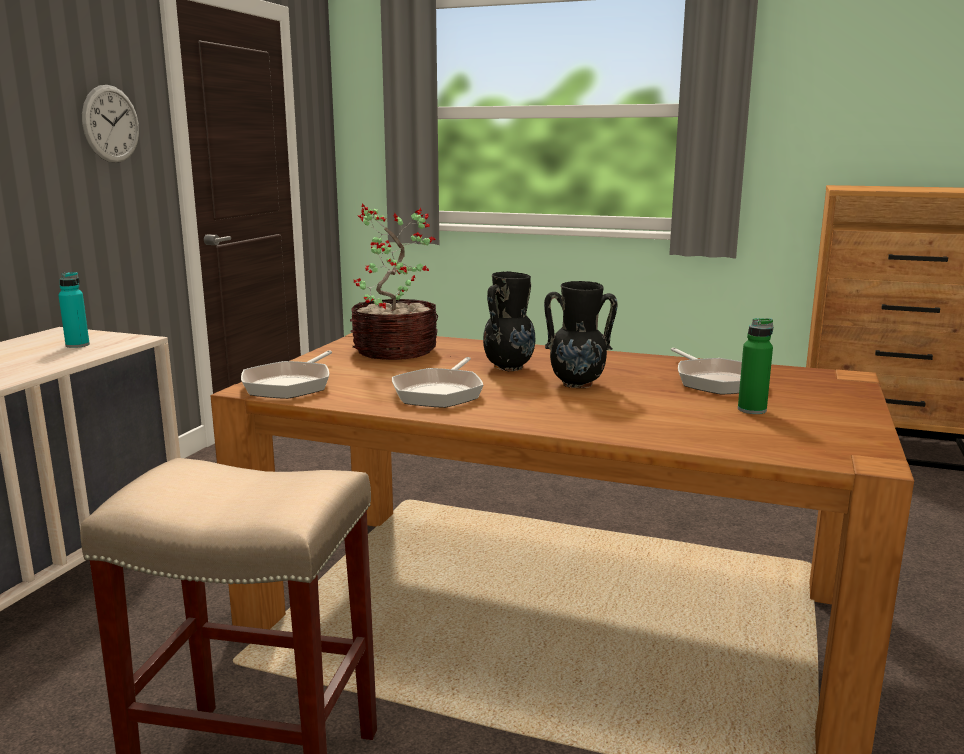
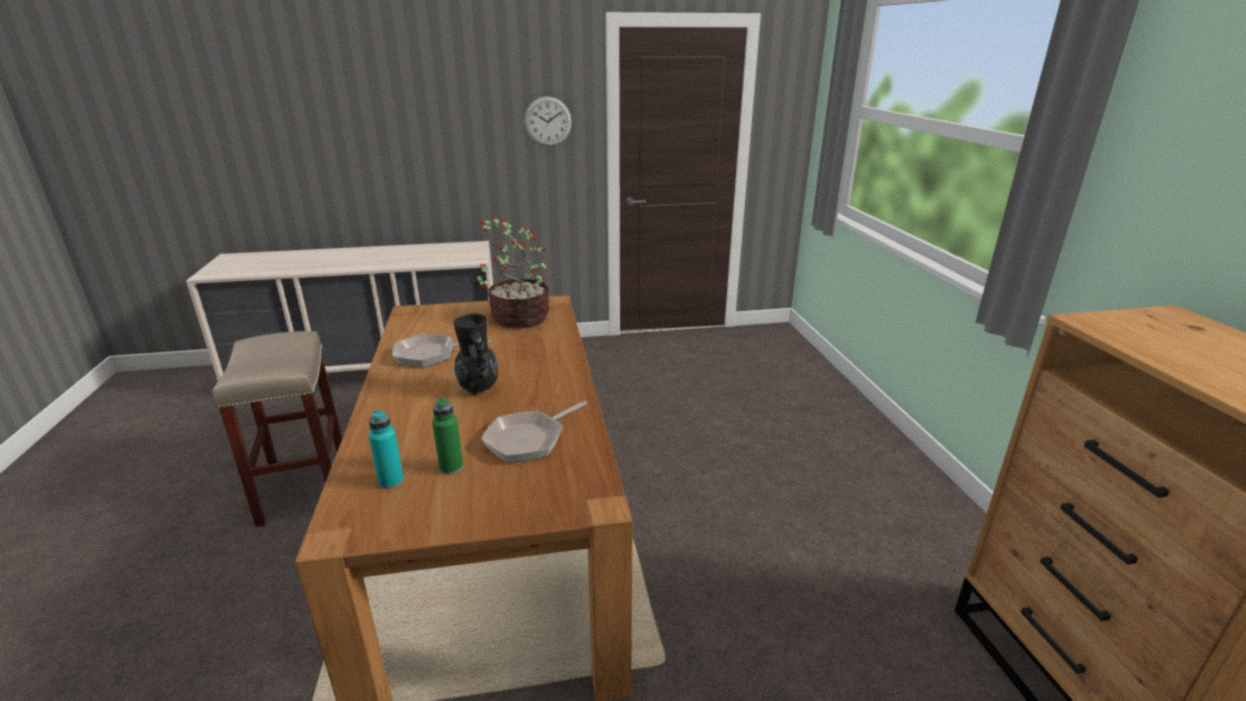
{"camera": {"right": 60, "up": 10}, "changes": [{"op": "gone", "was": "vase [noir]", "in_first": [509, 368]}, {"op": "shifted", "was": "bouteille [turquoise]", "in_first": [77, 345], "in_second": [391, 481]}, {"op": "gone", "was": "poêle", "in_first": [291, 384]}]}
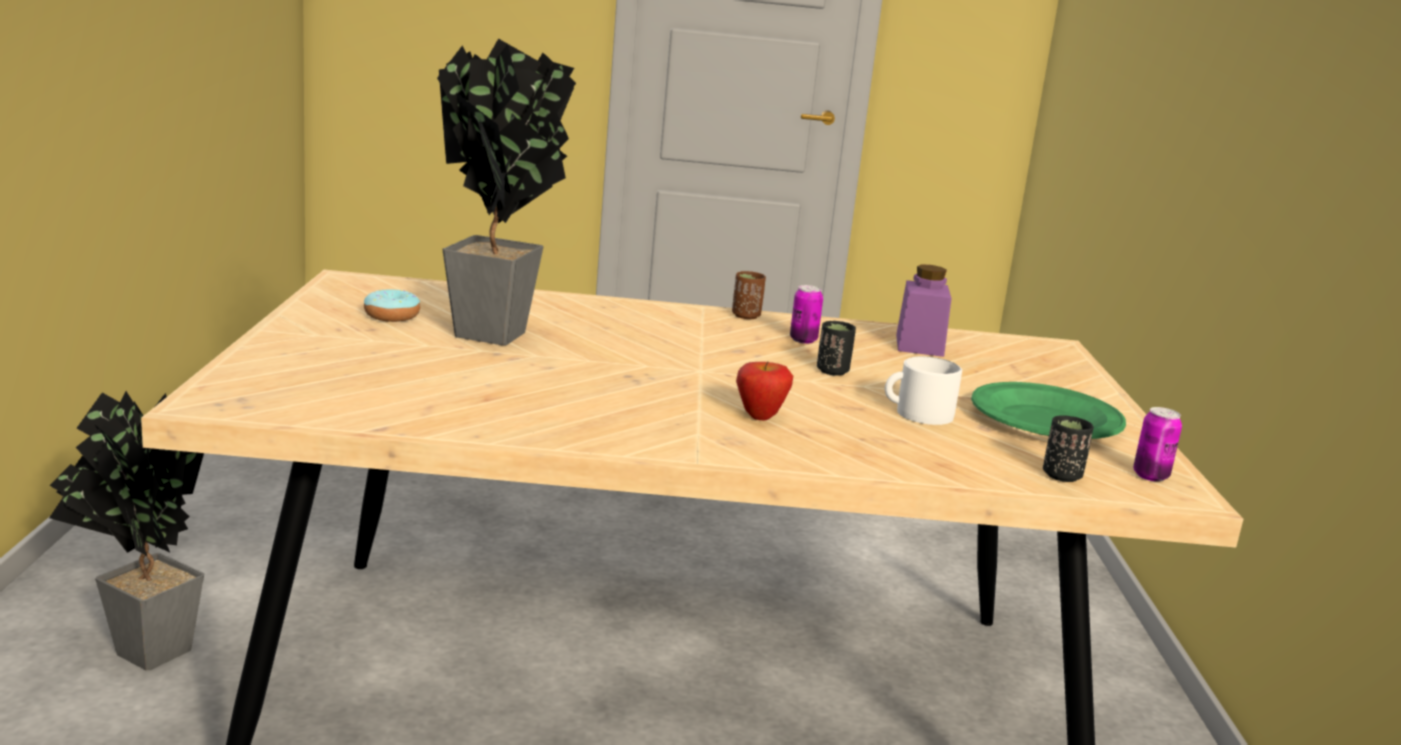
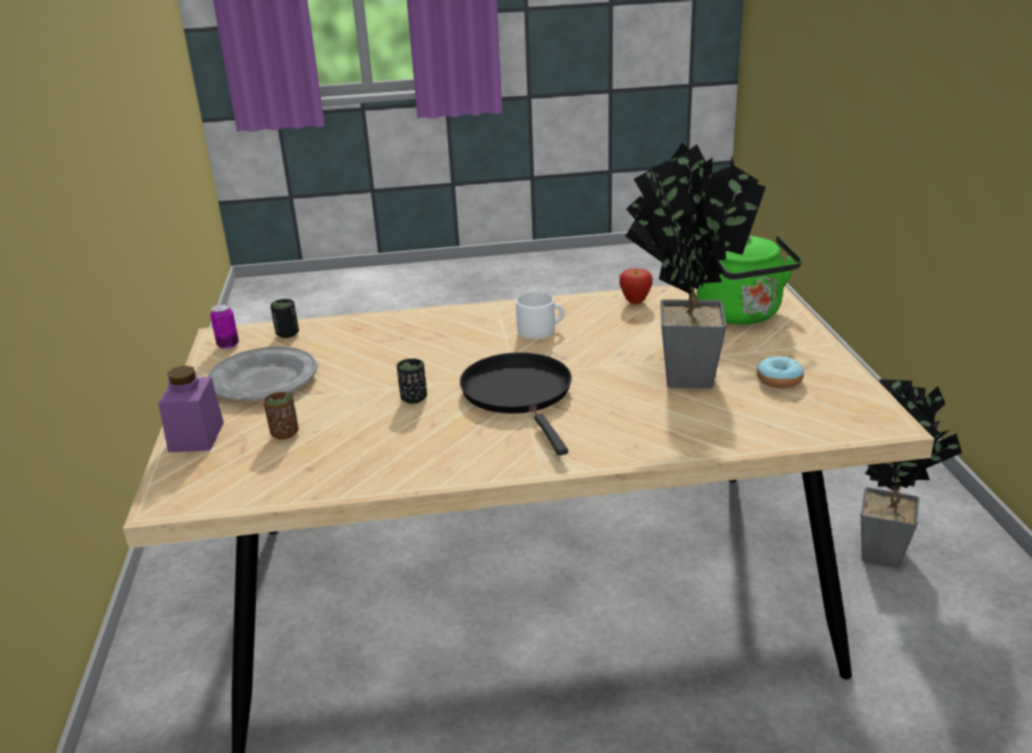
{"camera": {"right": 175, "up": 10}, "changes": [{"op": "shifted", "was": "bocal [violet]", "in_first": [919, 345], "in_second": [196, 437]}, {"op": "shifted", "was": "tasse [marron]", "in_first": [746, 316], "in_second": [284, 433]}, {"op": "gone", "was": "boîte métallique", "in_first": [803, 340]}, {"op": "shifted", "was": "mug [blanc]", "in_first": [917, 413], "in_second": [541, 330]}, {"op": "shifted", "was": "pomme", "in_first": [760, 417], "in_second": [635, 302]}, {"op": "repainted", "was": "assiette [vert]", "now": "assiette [gris]", "in_first": [1045, 420], "in_second": [263, 380]}, {"op": "new", "now": "bouilloire [vert]", "in_second": [742, 315]}, {"op": "new", "now": "poêle [noir]", "in_second": [519, 394]}]}
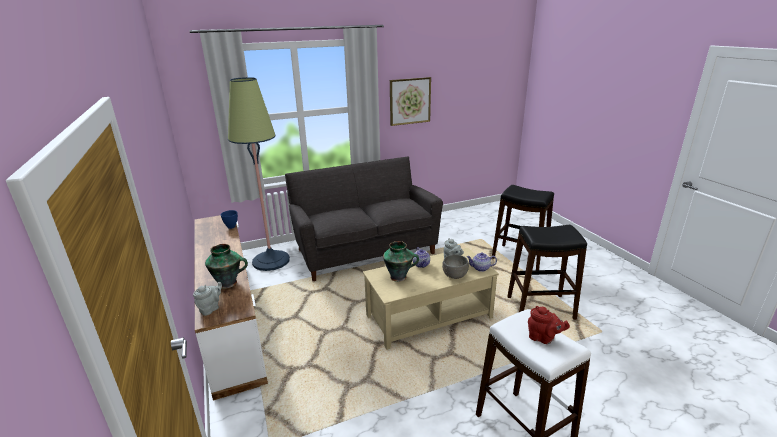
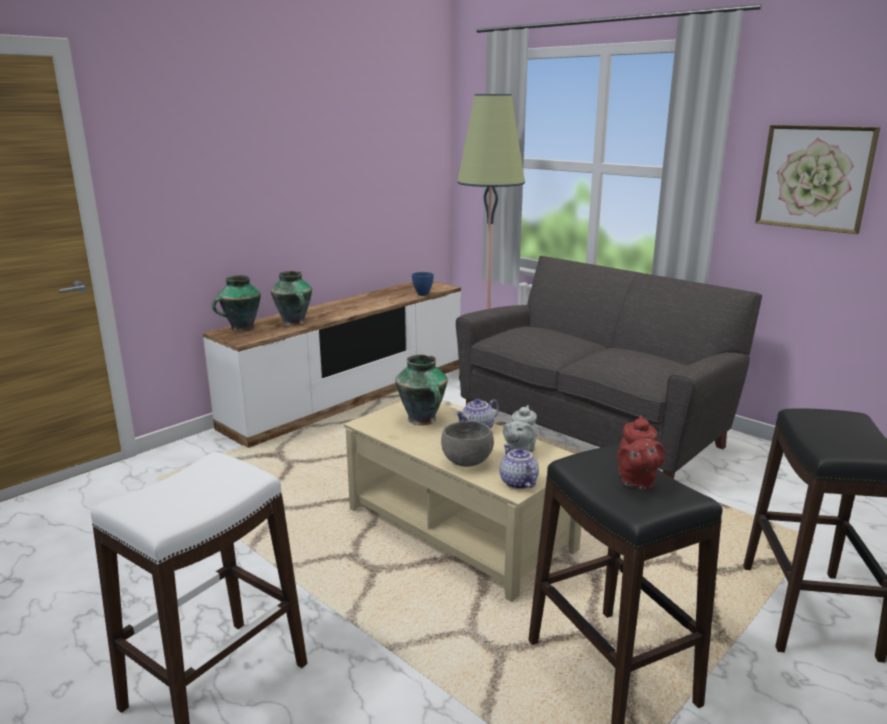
{"camera": {"right": 65, "up": -5}, "changes": [{"op": "swapped", "was": "théière [gris]", "now": "vase", "in_first": [210, 309], "in_second": [241, 328]}, {"op": "shifted", "was": "théière [rouge]", "in_first": [543, 338], "in_second": [636, 481]}]}
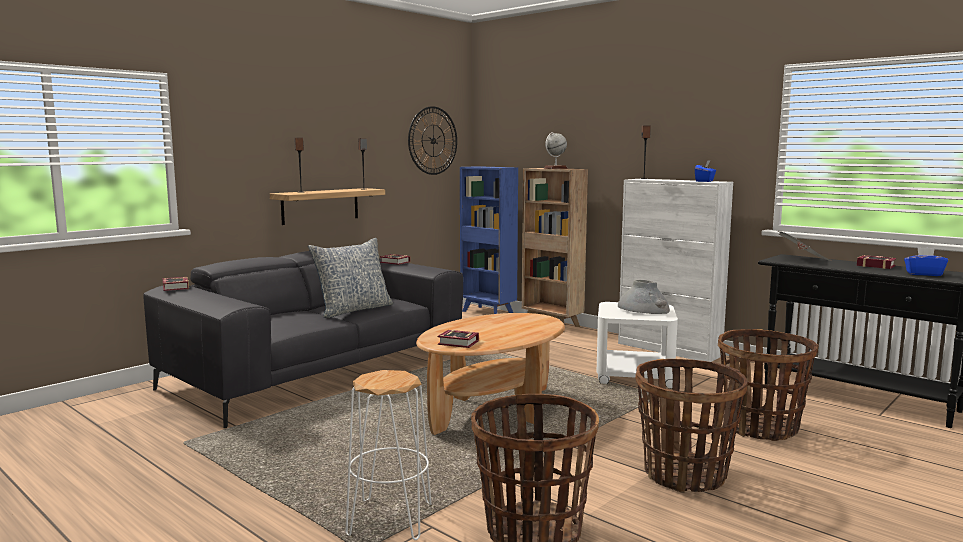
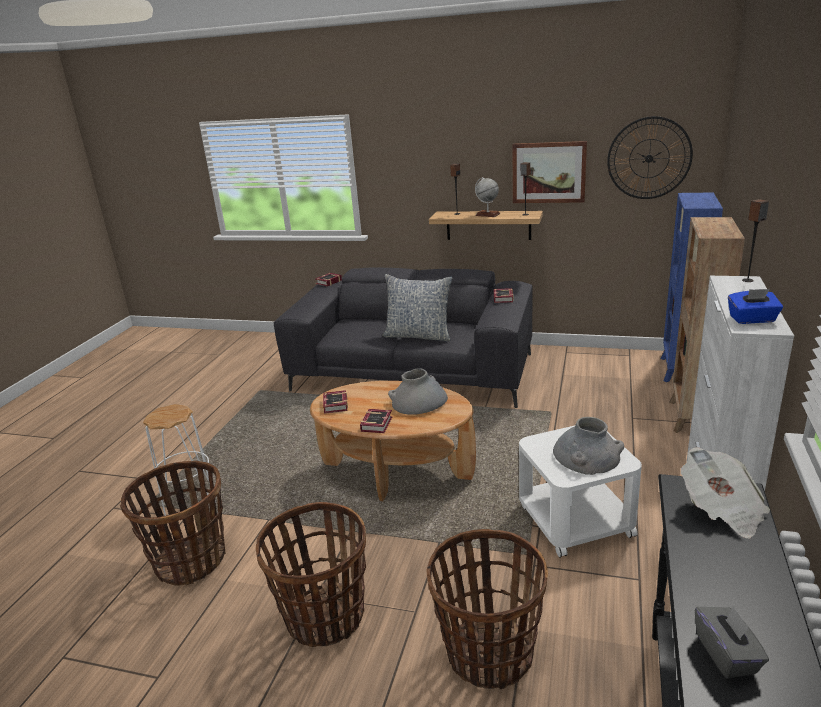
{"camera": {"right": 65, "up": 15}, "changes": [{"op": "shifted", "was": "globe", "in_first": [555, 168], "in_second": [487, 214]}, {"op": "repainted", "was": "boîte à mouchoirs [bleu]", "now": "boîte à mouchoirs [gris]", "in_first": [923, 274], "in_second": [727, 655]}, {"op": "shifted", "was": "livre", "in_first": [874, 265], "in_second": [378, 423]}, {"op": "new", "now": "tableau", "in_second": [548, 172]}, {"op": "new", "now": "vase [gris]", "in_second": [418, 402]}]}
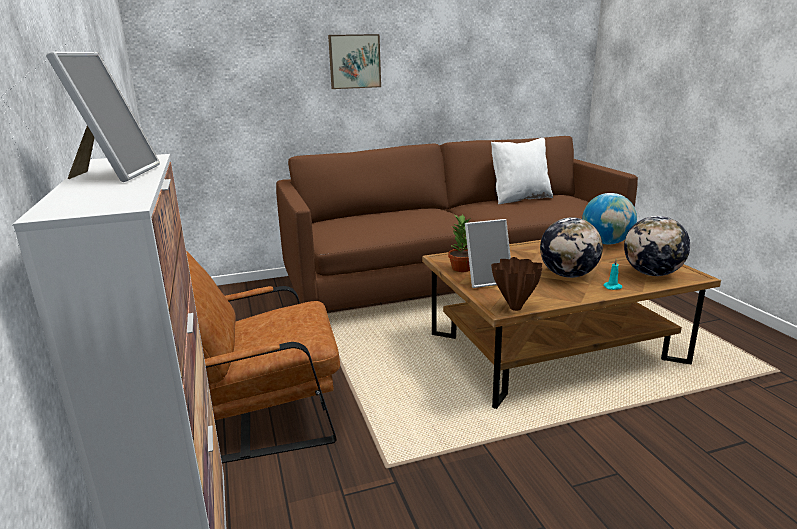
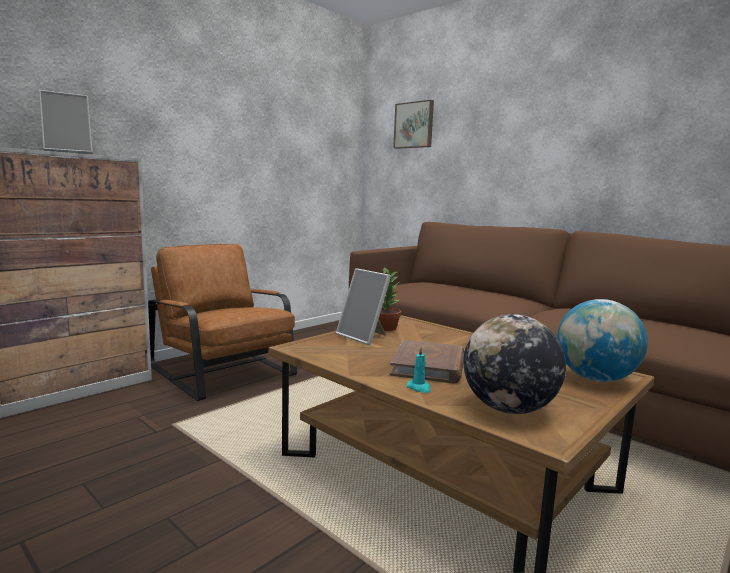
{"camera": {"right": 60, "up": -10}, "changes": [{"op": "shifted", "was": "tableau", "in_first": [354, 61], "in_second": [414, 125]}, {"op": "gone", "was": "coussin [blanc]", "in_first": [519, 199]}, {"op": "swapped", "was": "globe", "now": "livre [marron]", "in_first": [568, 275], "in_second": [429, 366]}, {"op": "gone", "was": "vase [marron]", "in_first": [515, 307]}]}
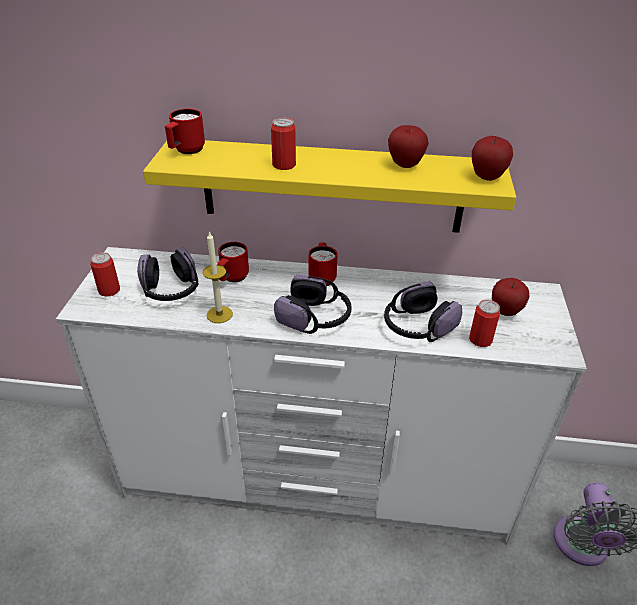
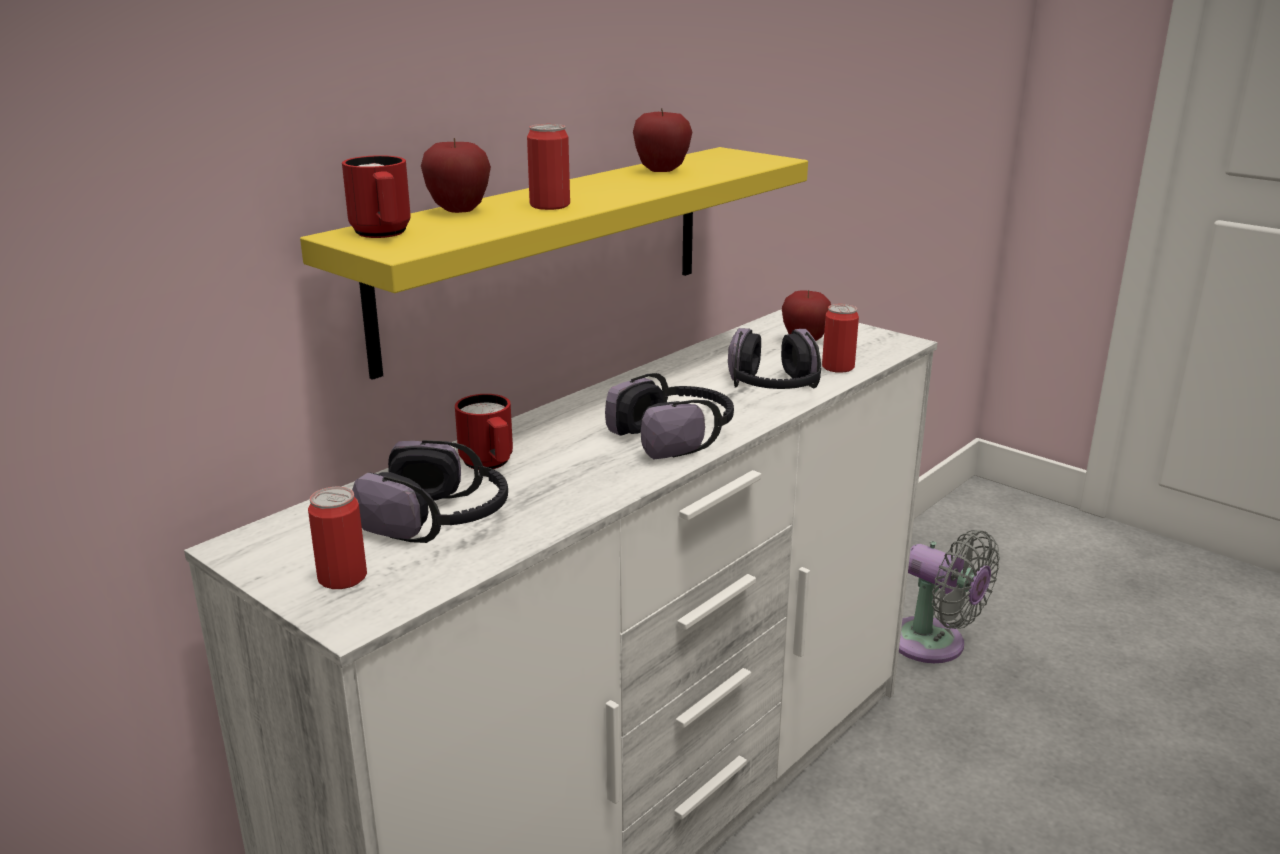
{"camera": {"right": -55, "up": -15}, "changes": [{"op": "shifted", "was": "pomme", "in_first": [487, 177], "in_second": [458, 211]}, {"op": "gone", "was": "bougie", "in_first": [219, 314]}, {"op": "gone", "was": "mug [rouge]", "in_first": [322, 277]}]}
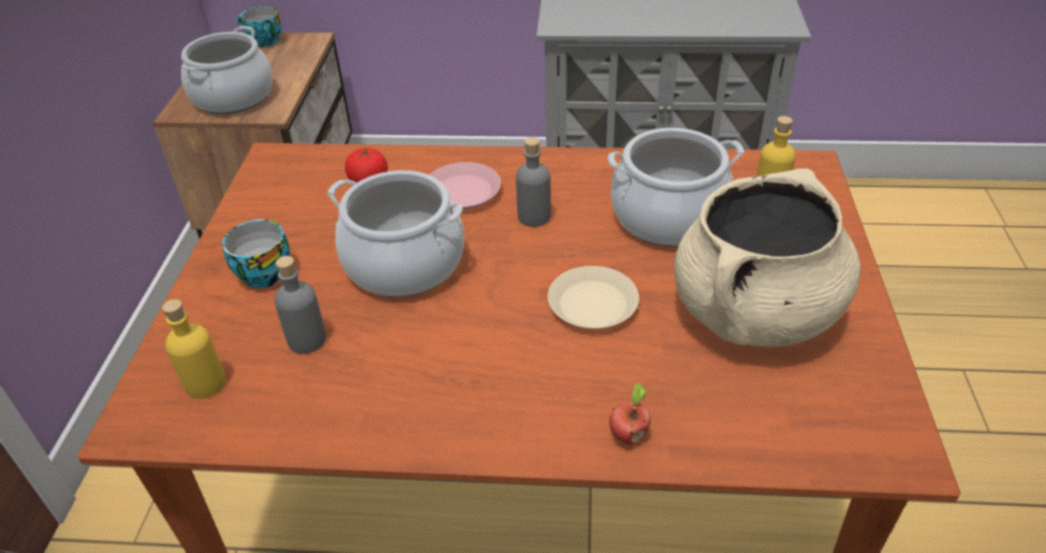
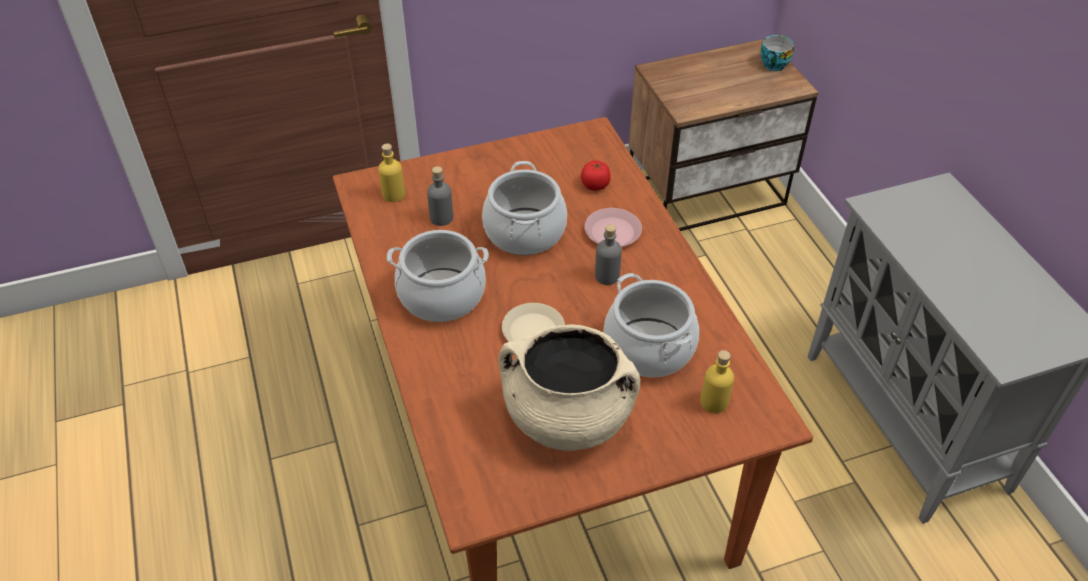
{"camera": {"right": 65, "up": 5}, "changes": [{"op": "shifted", "was": "marmite", "in_first": [233, 97], "in_second": [442, 295]}, {"op": "gone", "was": "tasse", "in_first": [263, 272]}, {"op": "gone", "was": "pomme", "in_first": [628, 435]}]}
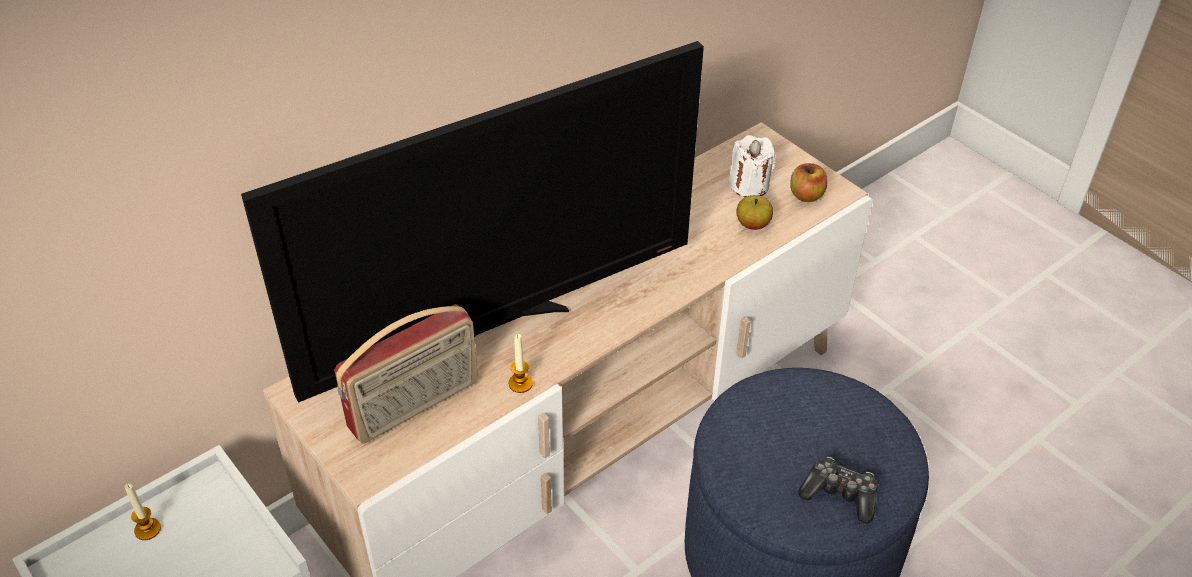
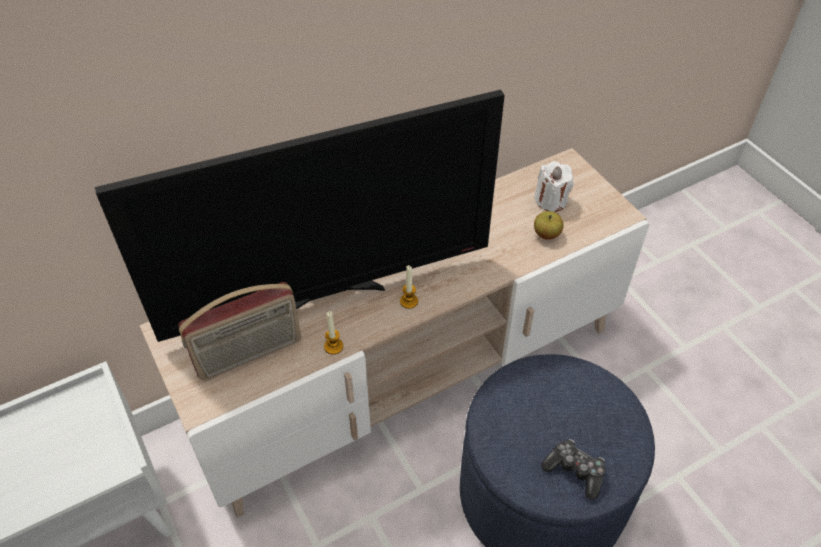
{"camera": {"right": 10, "up": 5}, "changes": [{"op": "gone", "was": "pomme", "in_first": [806, 195]}, {"op": "shifted", "was": "bougie", "in_first": [147, 529], "in_second": [409, 301]}]}
